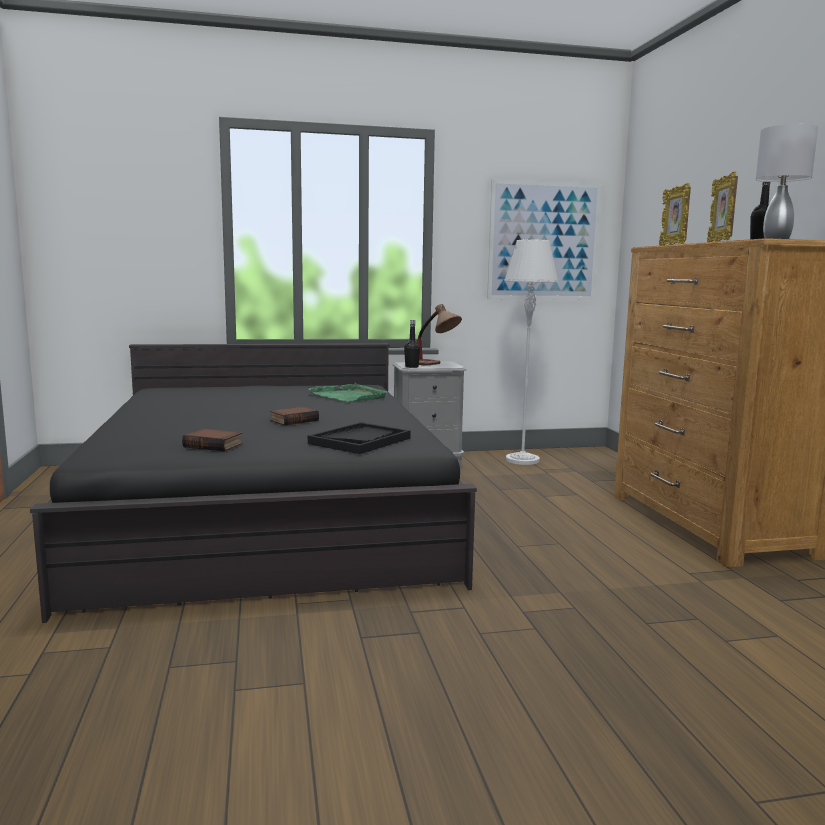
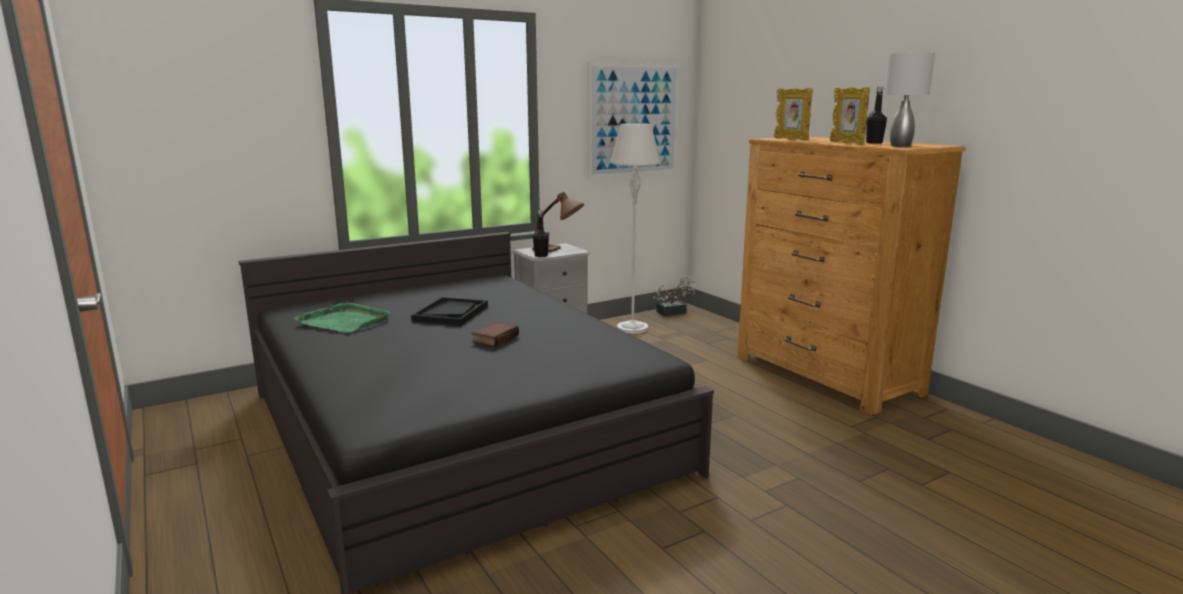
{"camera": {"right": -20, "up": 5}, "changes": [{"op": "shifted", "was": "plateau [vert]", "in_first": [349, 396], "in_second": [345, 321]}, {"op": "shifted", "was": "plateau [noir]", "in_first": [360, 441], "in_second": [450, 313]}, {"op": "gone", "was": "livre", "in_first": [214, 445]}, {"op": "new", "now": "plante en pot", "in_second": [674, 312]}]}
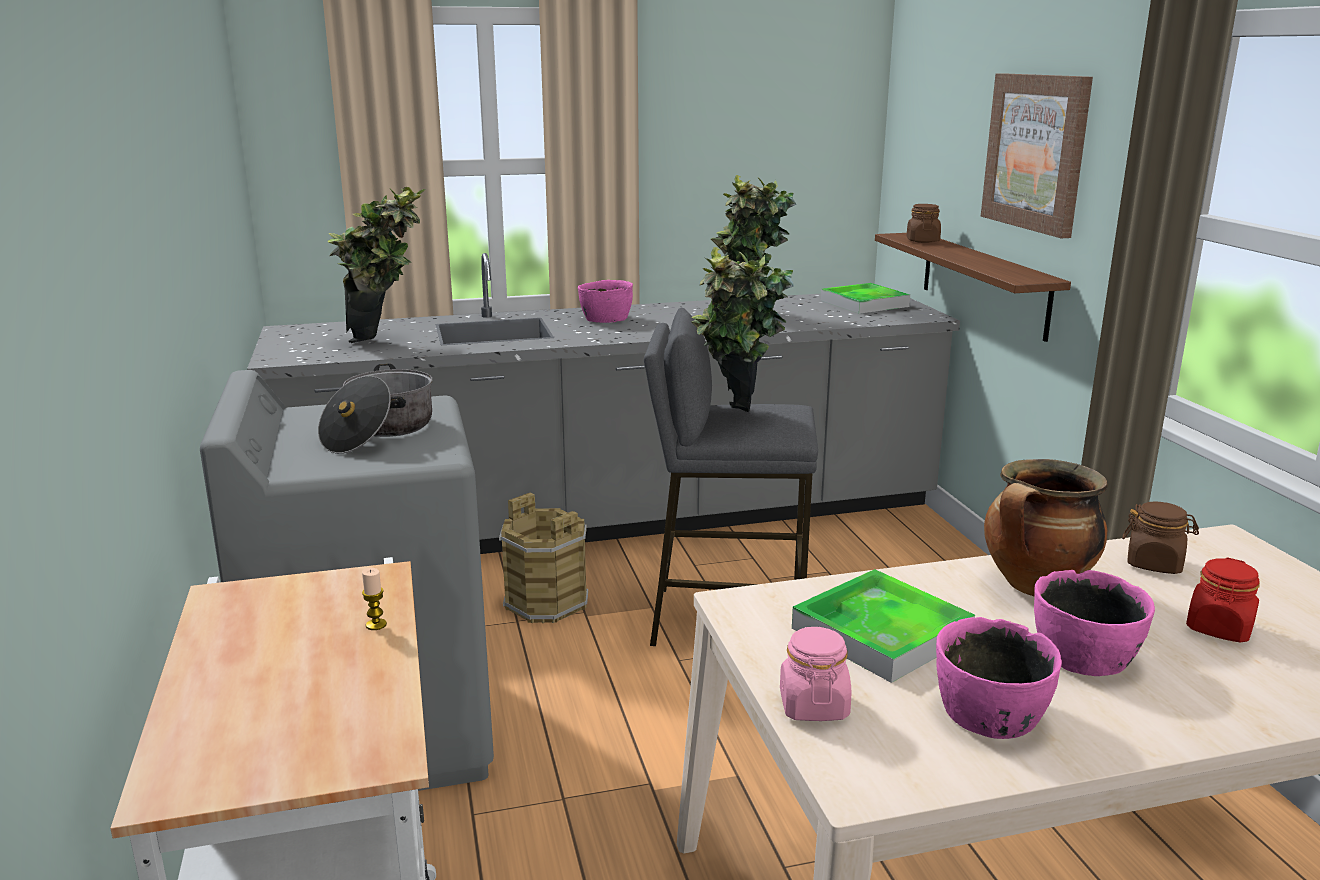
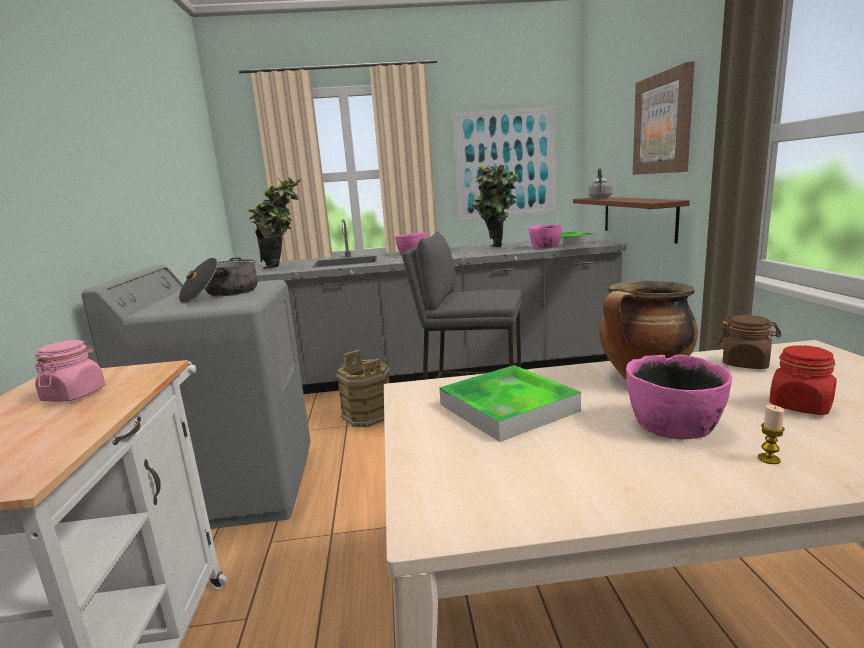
{"camera": {"right": 10, "up": -5}, "changes": [{"op": "swapped", "was": "bocal [marron]", "now": "bouilloire [gris]", "in_first": [922, 241], "in_second": [600, 198]}, {"op": "gone", "was": "plante en pot", "in_first": [735, 419]}, {"op": "shifted", "was": "bougie", "in_first": [376, 625], "in_second": [768, 459]}, {"op": "shifted", "was": "bol [rose]", "in_first": [989, 714], "in_second": [545, 247]}, {"op": "shifted", "was": "bocal [rose]", "in_first": [813, 705], "in_second": [74, 395]}, {"op": "new", "now": "tableau", "in_second": [505, 164]}]}
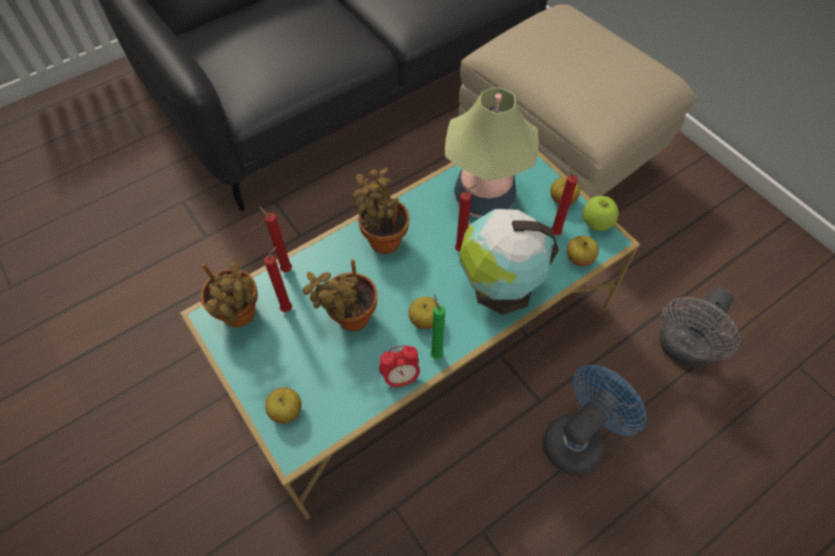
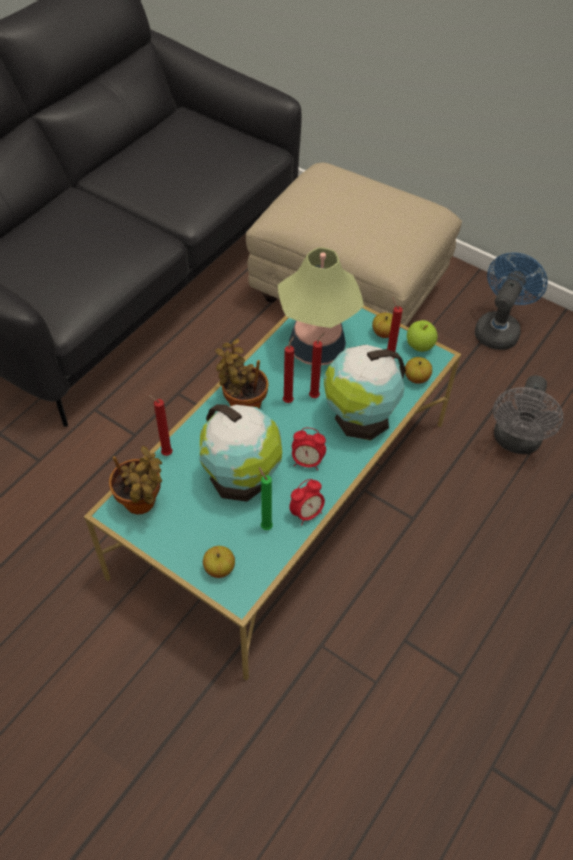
{"camera": {"right": -20, "up": -5}, "changes": [{"op": "shifted", "was": "bougie [rouge]", "in_first": [288, 308], "in_second": [289, 400]}, {"op": "swapped", "was": "plante en pot", "now": "globe", "in_first": [349, 319], "in_second": [242, 479]}, {"op": "shifted", "was": "bougie [vert]", "in_first": [435, 353], "in_second": [265, 526]}, {"op": "swapped", "was": "pomme", "now": "réveil", "in_first": [424, 320], "in_second": [307, 462]}, {"op": "shifted", "was": "ventilateur [bleu]", "in_first": [578, 438], "in_second": [499, 329]}]}
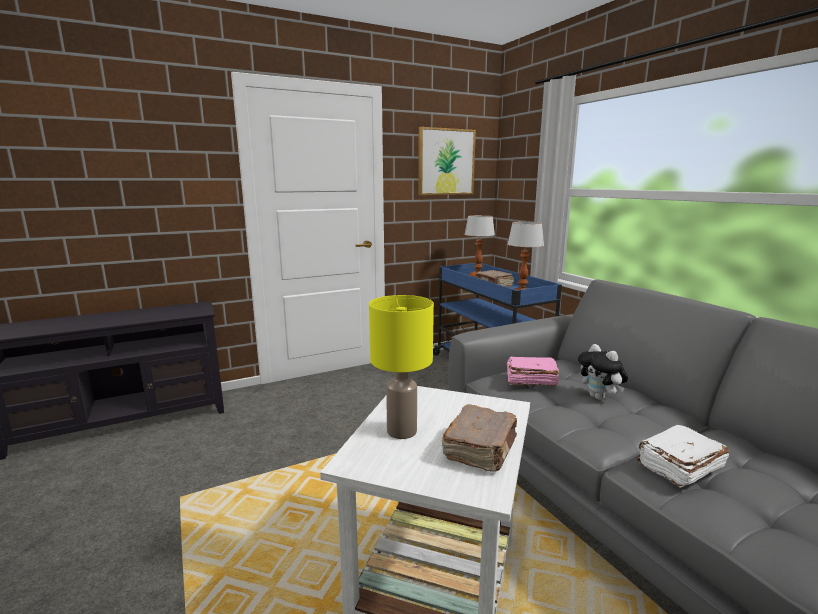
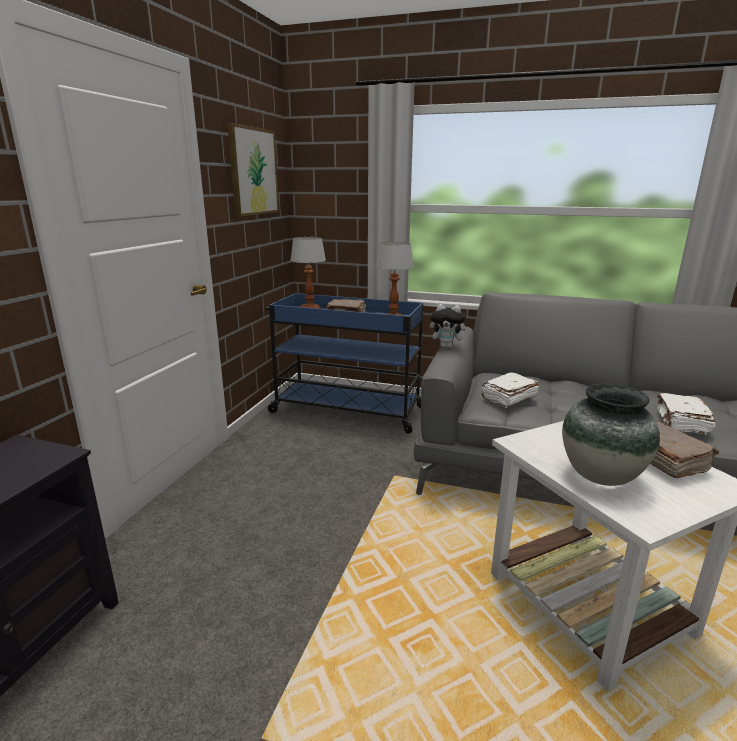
{"camera": {"right": -45, "up": 5}, "changes": [{"op": "swapped", "was": "lampe de table [jaune]", "now": "vase", "in_first": [402, 430], "in_second": [600, 476]}, {"op": "shifted", "was": "peluche", "in_first": [600, 398], "in_second": [447, 347]}, {"op": "repainted", "was": "livre [rose]", "now": "livre [blanc]", "in_first": [530, 380], "in_second": [508, 398]}]}
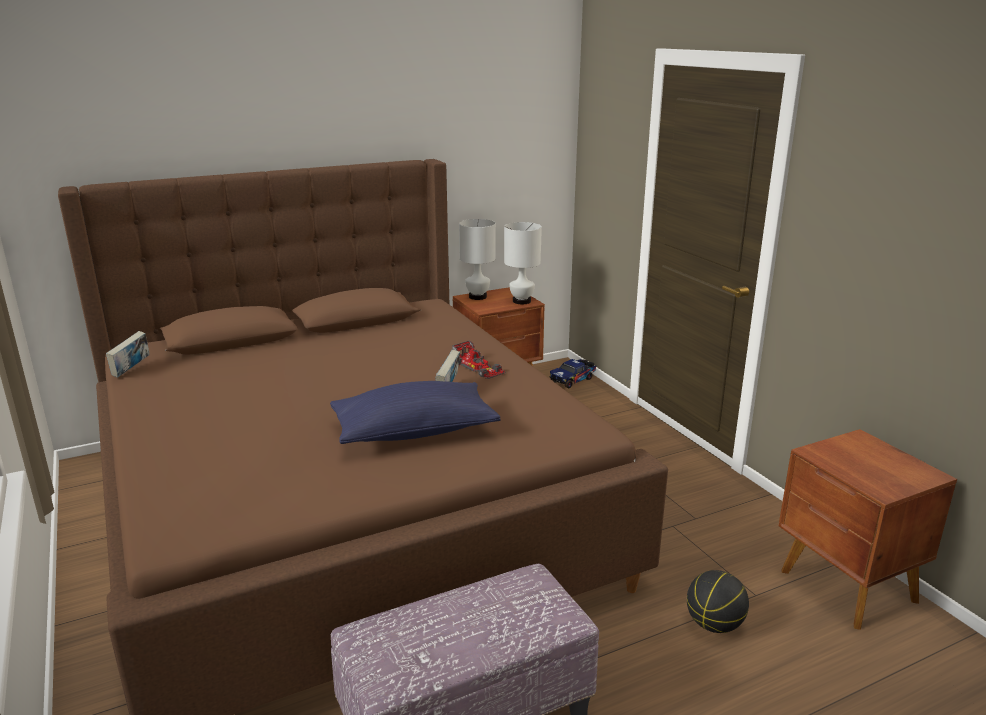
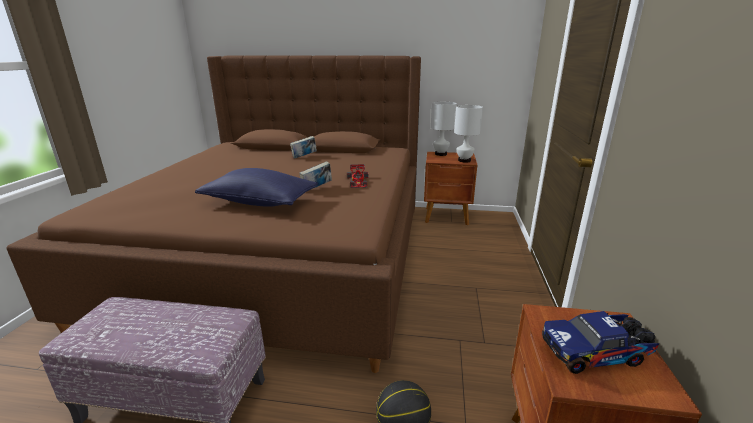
{"camera": {"right": 35, "up": 0}, "changes": [{"op": "shifted", "was": "livre", "in_first": [131, 370], "in_second": [304, 157]}, {"op": "shifted", "was": "camion jouet", "in_first": [573, 380], "in_second": [596, 353]}]}
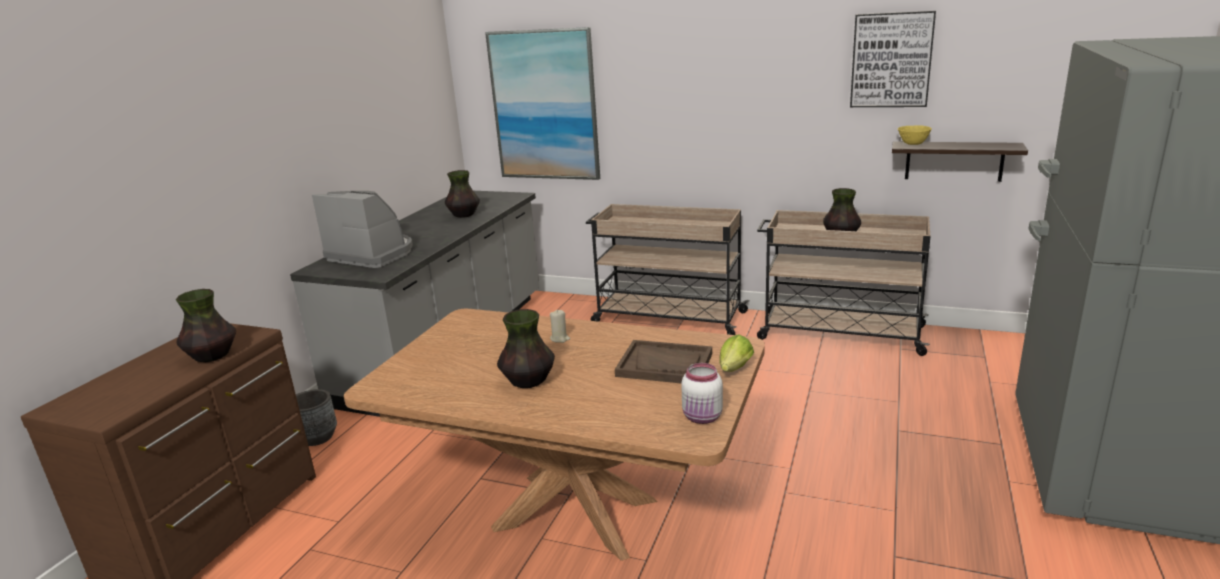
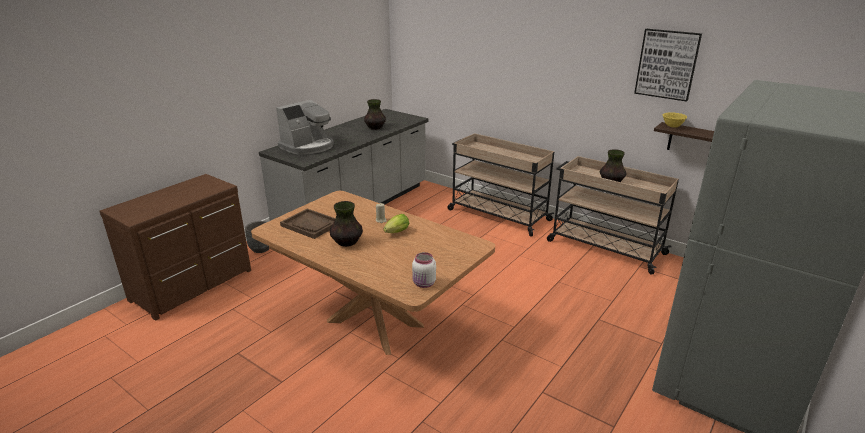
{"camera": {"right": 15, "up": 5}, "changes": [{"op": "gone", "was": "tableau", "in_first": [544, 106]}, {"op": "rotated", "was": "machine à café", "in_first": [372, 254], "in_second": [308, 146], "clockwise": 90}, {"op": "gone", "was": "vase", "in_first": [213, 356]}, {"op": "shifted", "was": "laitue", "in_first": [733, 370], "in_second": [396, 233]}, {"op": "shifted", "was": "plateau [marron]", "in_first": [665, 365], "in_second": [310, 225]}]}
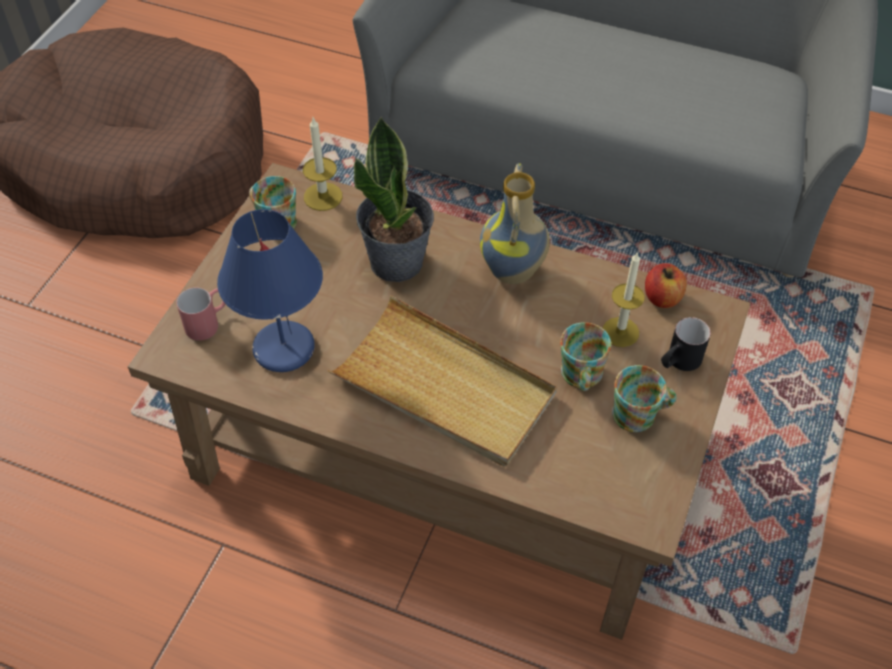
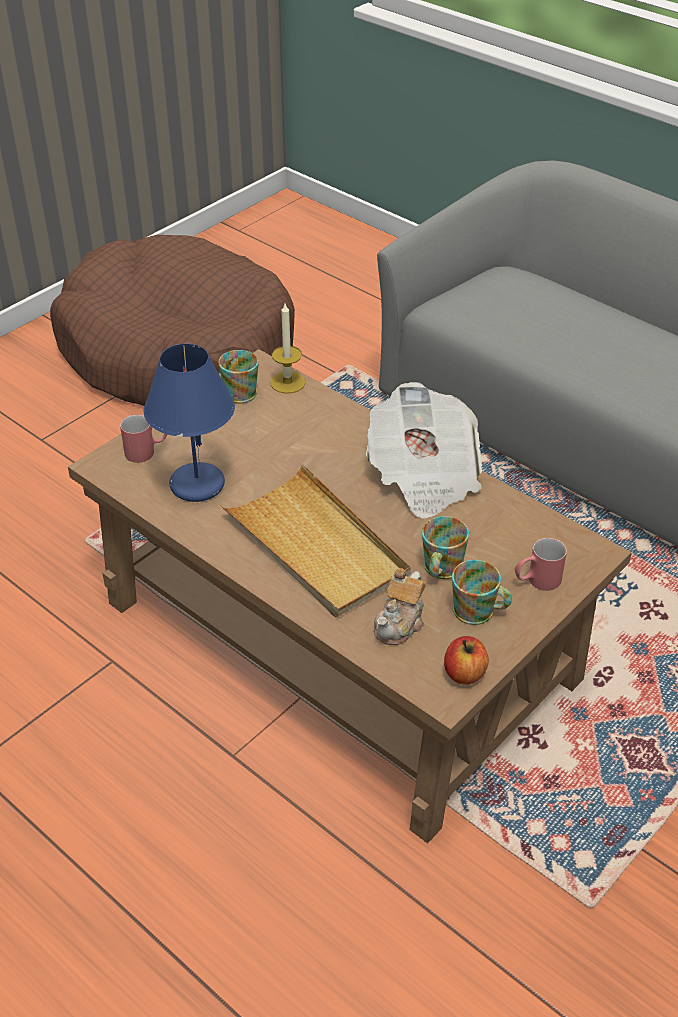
{"camera": {"right": 20, "up": -10}, "changes": [{"op": "gone", "was": "plante en pot", "in_first": [397, 262]}, {"op": "swapped", "was": "vase", "now": "journal", "in_first": [514, 272], "in_second": [423, 476]}, {"op": "gone", "was": "bougie", "in_first": [620, 332]}, {"op": "shifted", "was": "pomme", "in_first": [662, 298], "in_second": [464, 673]}, {"op": "repainted", "was": "mug [noir]", "now": "mug [rouge]", "in_first": [678, 362], "in_second": [536, 581]}, {"op": "new", "now": "théière", "in_second": [400, 623]}]}
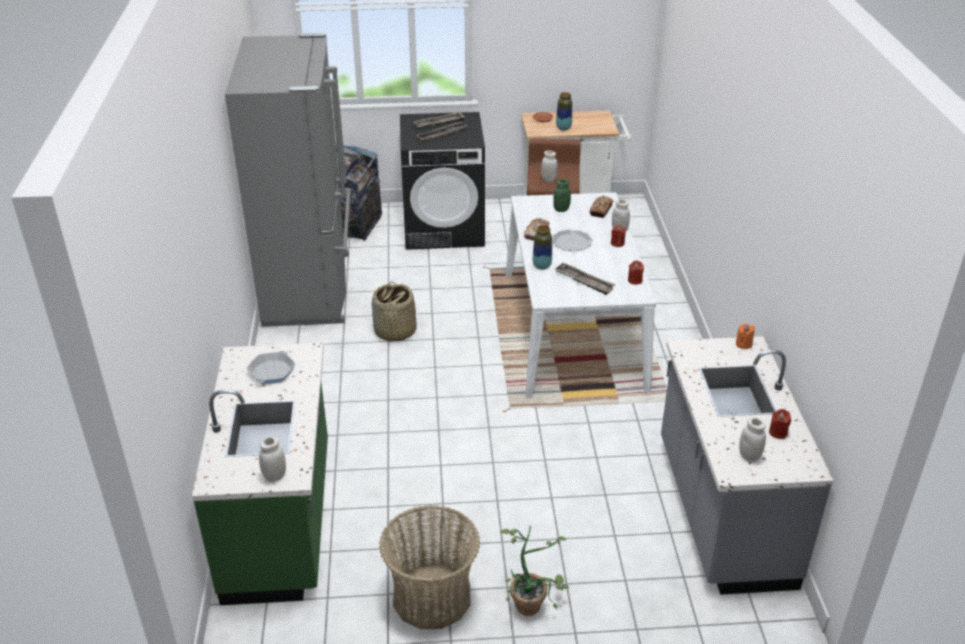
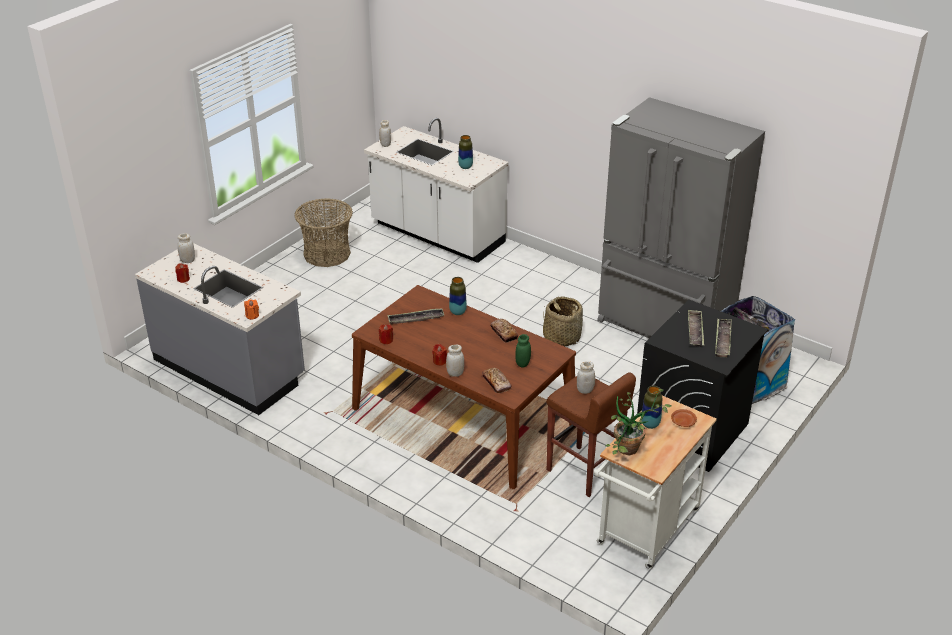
{"camera": {"right": 130, "up": 0}, "changes": [{"op": "repainted", "was": "table à manger [blanc]", "now": "table à manger [marron]", "in_first": [572, 329], "in_second": [463, 417]}, {"op": "gone", "was": "assiette", "in_first": [571, 242]}, {"op": "repainted", "was": "comptoir de cuisine [vert]", "now": "comptoir de cuisine [blanc]", "in_first": [281, 521], "in_second": [437, 234]}, {"op": "swapped", "was": "poêle", "now": "vase", "in_first": [272, 371], "in_second": [465, 167]}, {"op": "shifted", "was": "plante en pot", "in_first": [531, 601], "in_second": [630, 452]}]}
